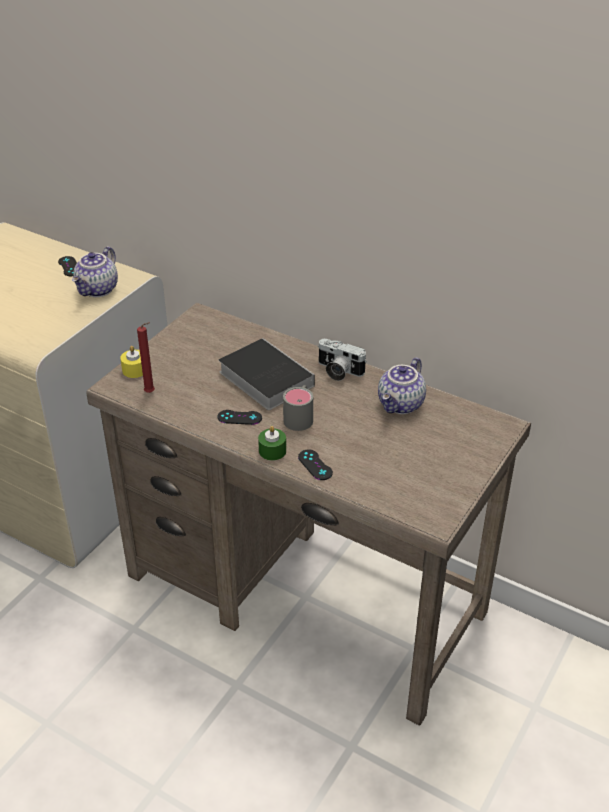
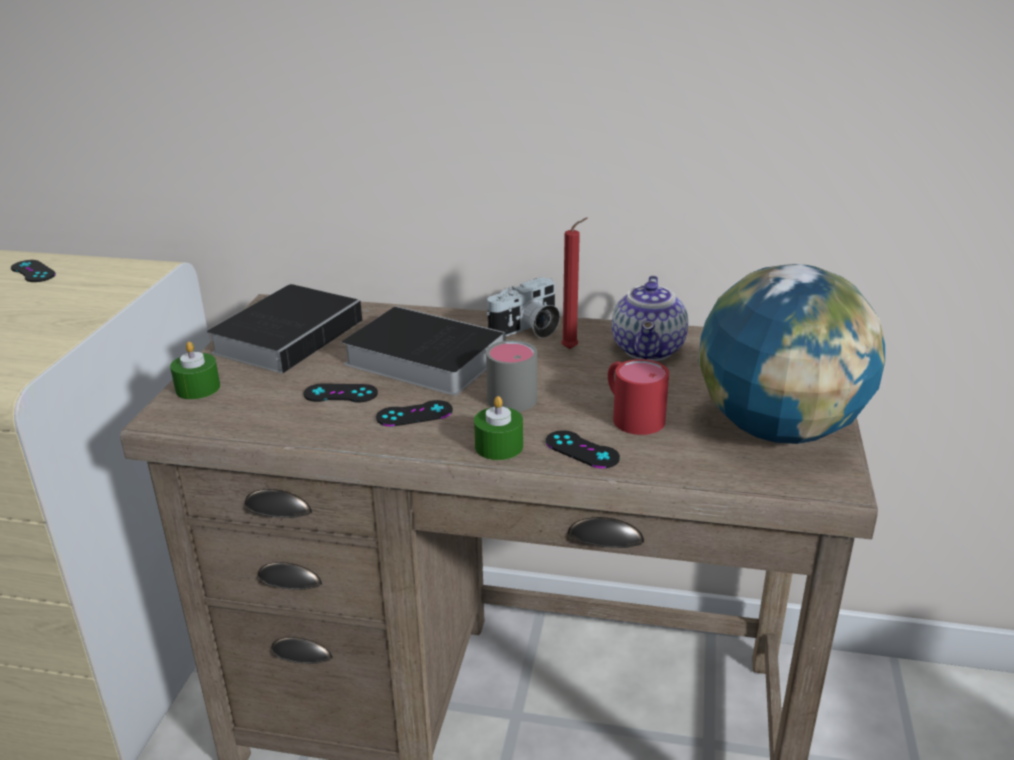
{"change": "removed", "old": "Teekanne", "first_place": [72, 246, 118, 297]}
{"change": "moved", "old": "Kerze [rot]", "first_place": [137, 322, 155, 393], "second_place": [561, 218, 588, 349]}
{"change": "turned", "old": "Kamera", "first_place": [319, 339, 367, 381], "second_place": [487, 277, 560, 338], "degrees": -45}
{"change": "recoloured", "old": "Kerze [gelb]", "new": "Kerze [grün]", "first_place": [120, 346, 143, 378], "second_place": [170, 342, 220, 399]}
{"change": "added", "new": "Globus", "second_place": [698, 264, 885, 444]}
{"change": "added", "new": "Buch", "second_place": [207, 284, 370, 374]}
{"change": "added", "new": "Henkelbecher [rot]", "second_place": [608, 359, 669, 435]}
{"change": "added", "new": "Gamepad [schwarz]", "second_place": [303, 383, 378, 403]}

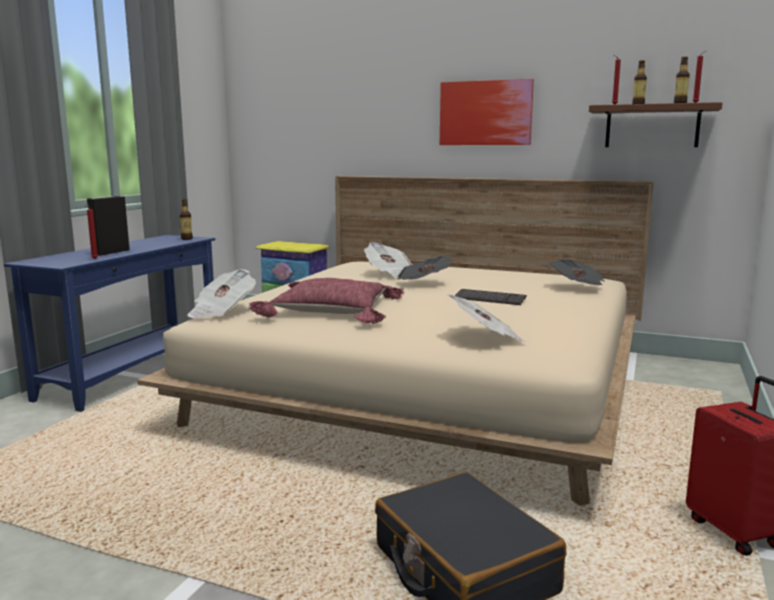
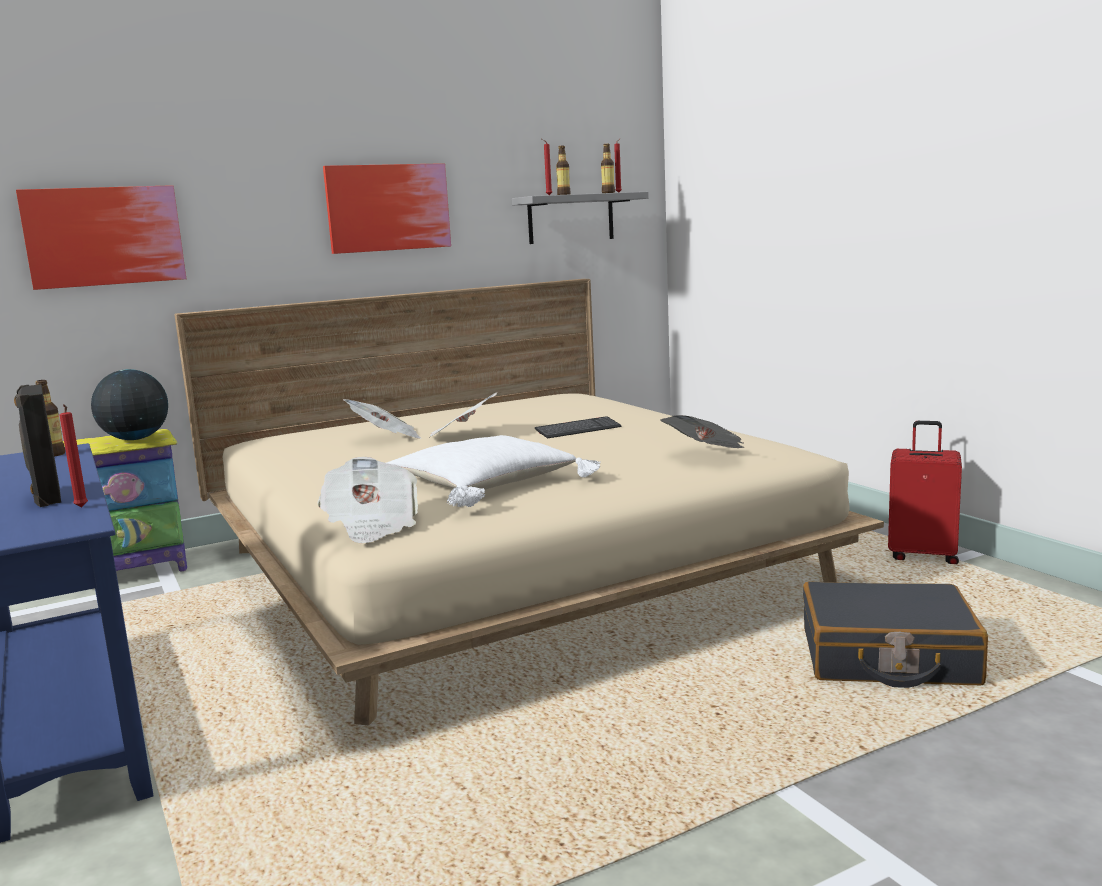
{"change": "recoloured", "old": "Wandregal [braun]", "new": "Wandregal [grau]", "first_place": [589, 102, 723, 147], "second_place": [512, 192, 649, 244]}
{"change": "removed", "old": "Zeitung", "first_place": [549, 259, 604, 285]}
{"change": "recoloured", "old": "Kissen [rot]", "new": "Kissen [weiß]", "first_place": [248, 278, 404, 323], "second_place": [386, 435, 600, 507]}
{"change": "added", "new": "Bild", "second_place": [16, 185, 186, 290]}
{"change": "added", "new": "Globus", "second_place": [91, 369, 168, 440]}

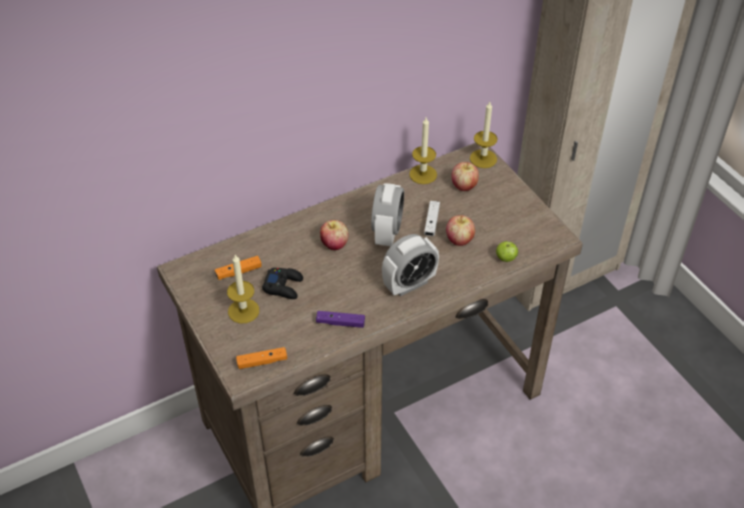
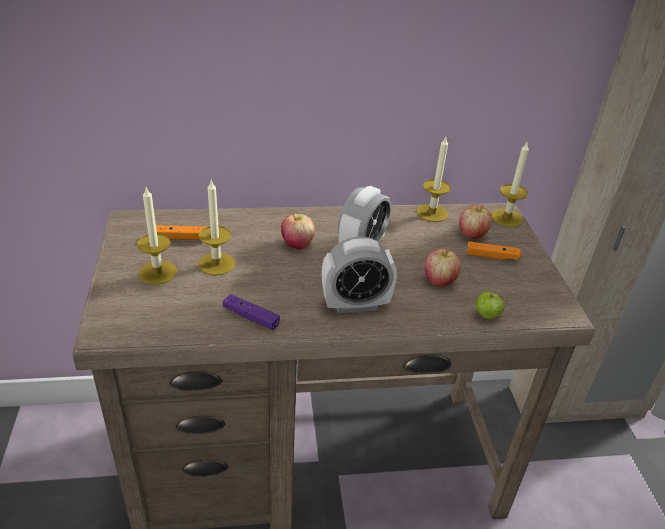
{"change": "removed", "old": "Gamepad [weiß]", "first_place": [424, 201, 440, 236]}
{"change": "replaced", "old": "Gamepad [schwarz]", "new": "Kerze", "first_place": [262, 268, 303, 299], "second_place": [199, 180, 235, 275]}
{"change": "moved", "old": "Gamepad [orange]", "first_place": [236, 347, 287, 369], "second_place": [467, 242, 521, 260]}

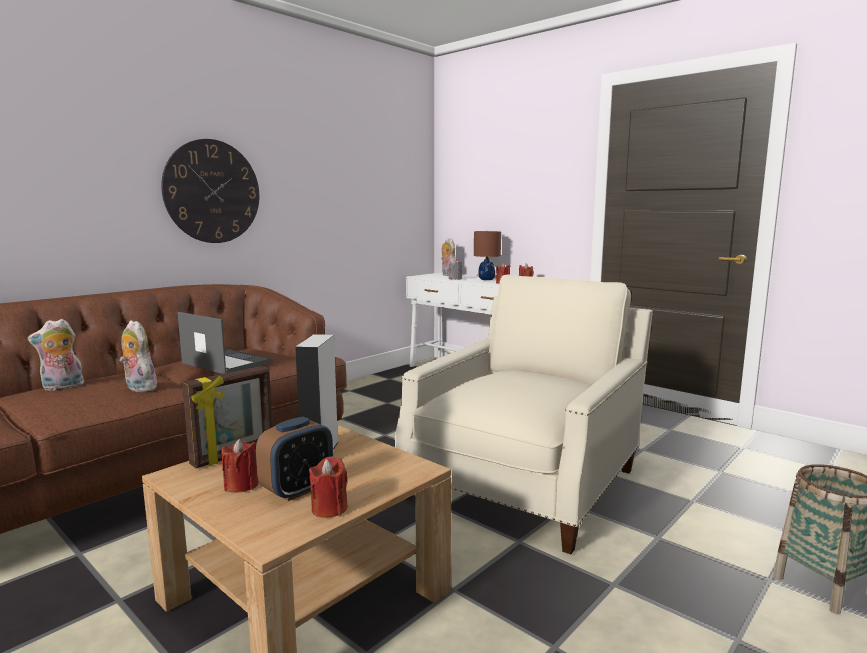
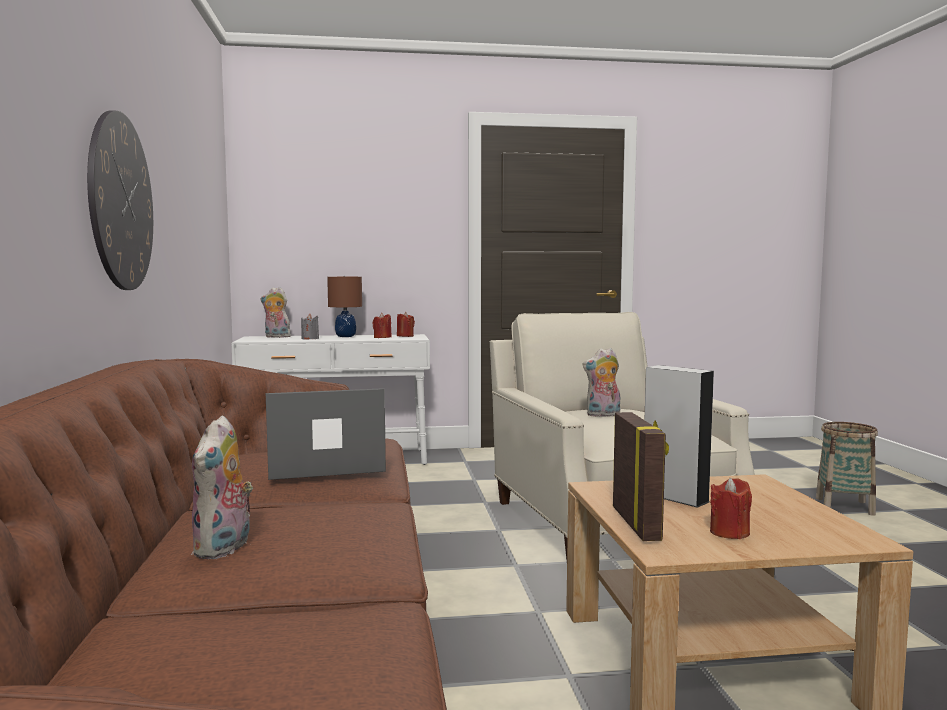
{"change": "moved", "old": "Plüschtier", "first_place": [119, 320, 157, 392], "second_place": [582, 348, 620, 417]}
{"change": "removed", "old": "Wecker", "first_place": [256, 417, 333, 501]}
{"change": "removed", "old": "Kerze [rot]", "first_place": [309, 456, 348, 518]}

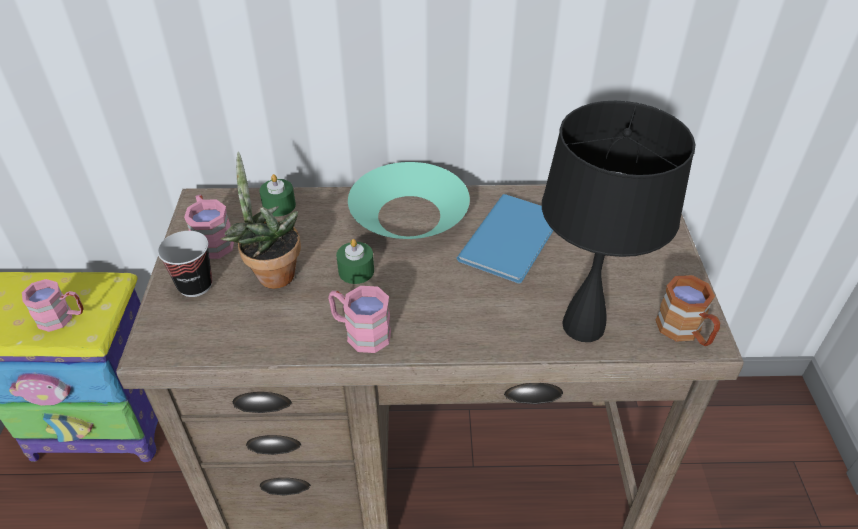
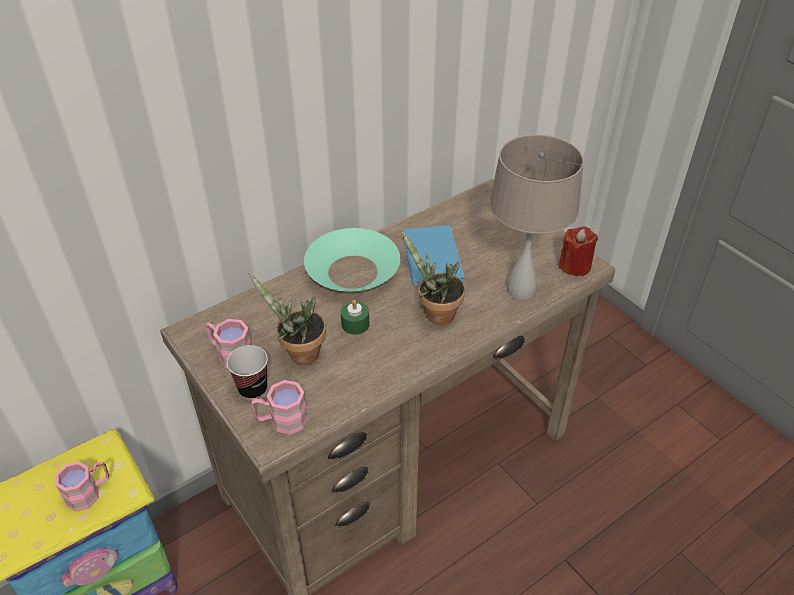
{"change": "recoloured", "old": "Tischlampe [schwarz]", "new": "Tischlampe [beige]", "first_place": [542, 101, 695, 342], "second_place": [489, 134, 584, 300]}
{"change": "removed", "old": "Kerze [grün]", "first_place": [259, 174, 296, 217]}
{"change": "replaced", "old": "Henkelbecher [braun]", "new": "Kerze [rot]", "first_place": [655, 275, 720, 346], "second_place": [559, 226, 598, 276]}
{"change": "moved", "old": "Henkelbecher [rosa]", "first_place": [328, 286, 391, 353], "second_place": [251, 380, 308, 435]}
{"change": "added", "new": "Topfpflanze", "second_place": [401, 229, 465, 325]}

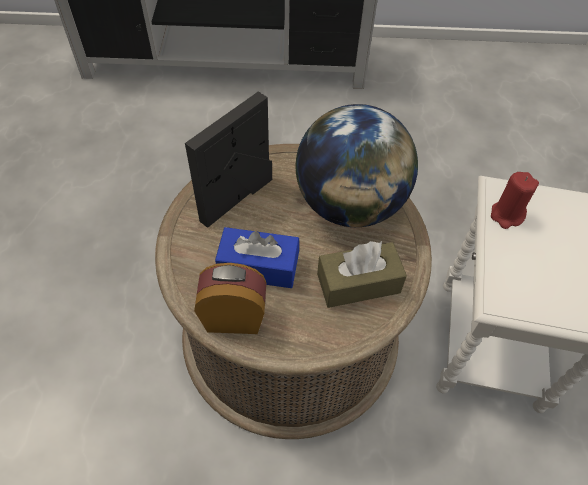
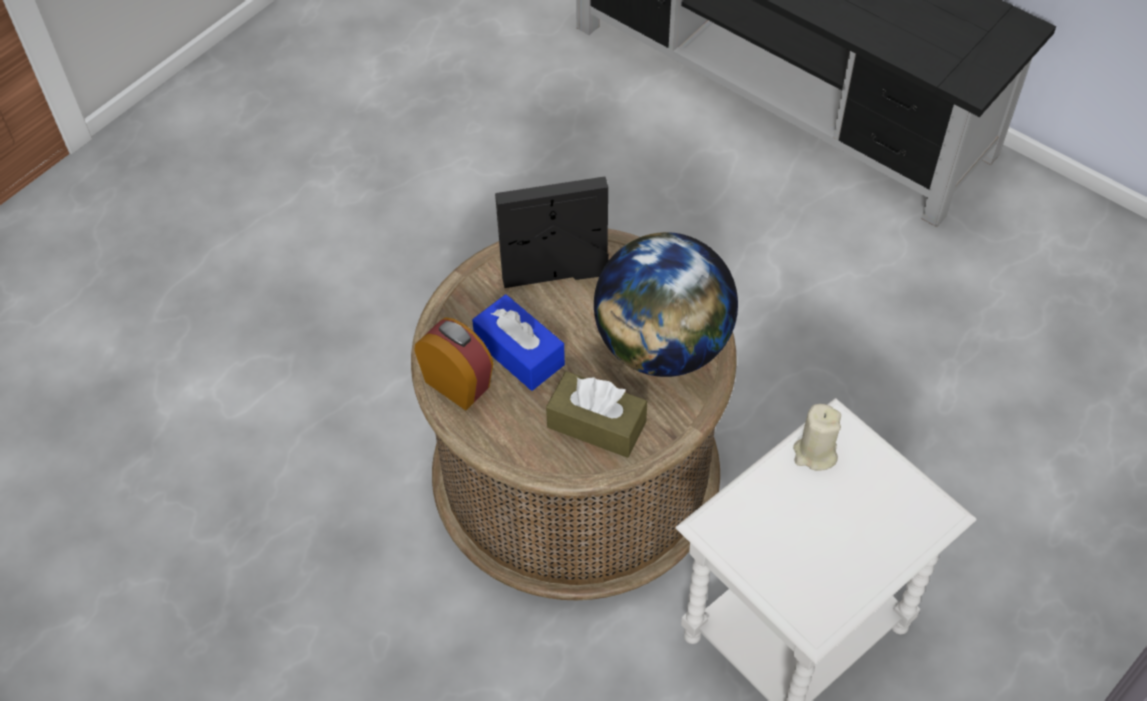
{"change": "recoloured", "old": "Kerze [rot]", "new": "Kerze [beige]", "first_place": [491, 172, 539, 229], "second_place": [793, 404, 841, 471]}

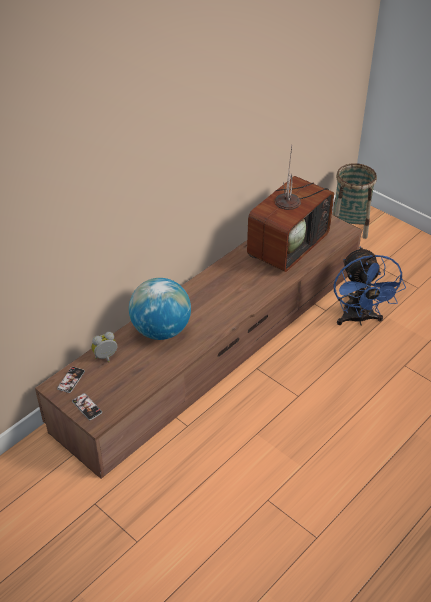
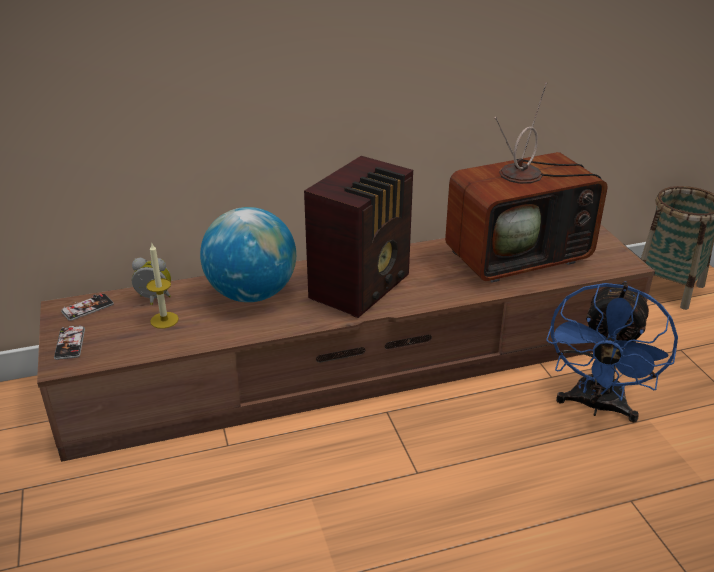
{"change": "added", "new": "Radio", "second_place": [304, 156, 413, 318]}
{"change": "added", "new": "Kerze", "second_place": [146, 244, 179, 329]}

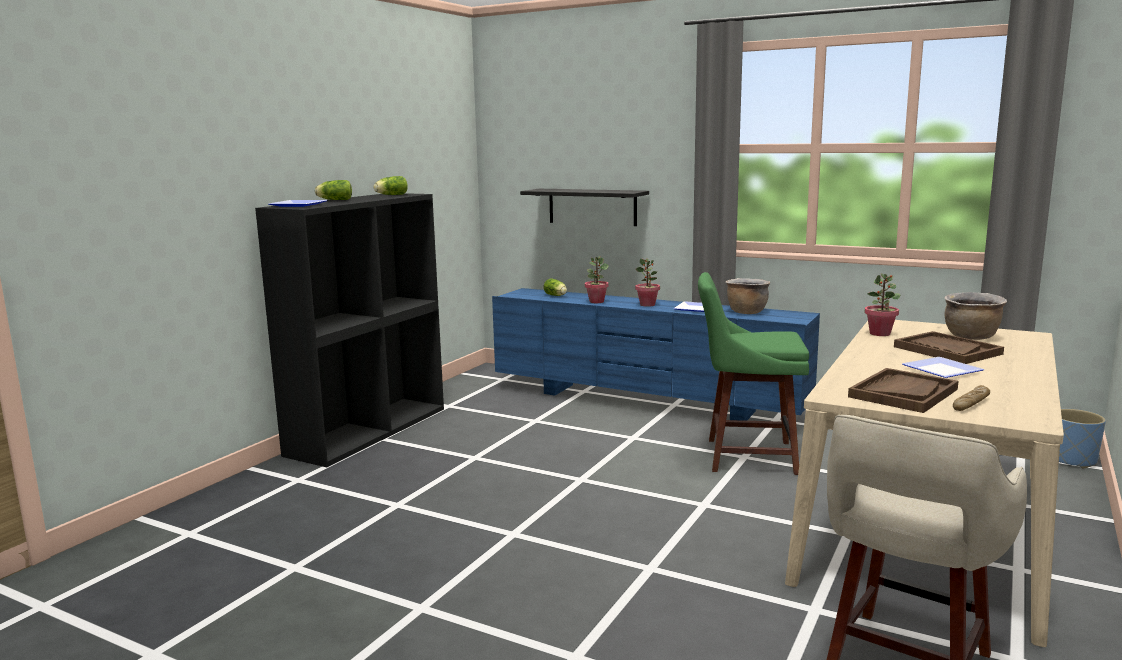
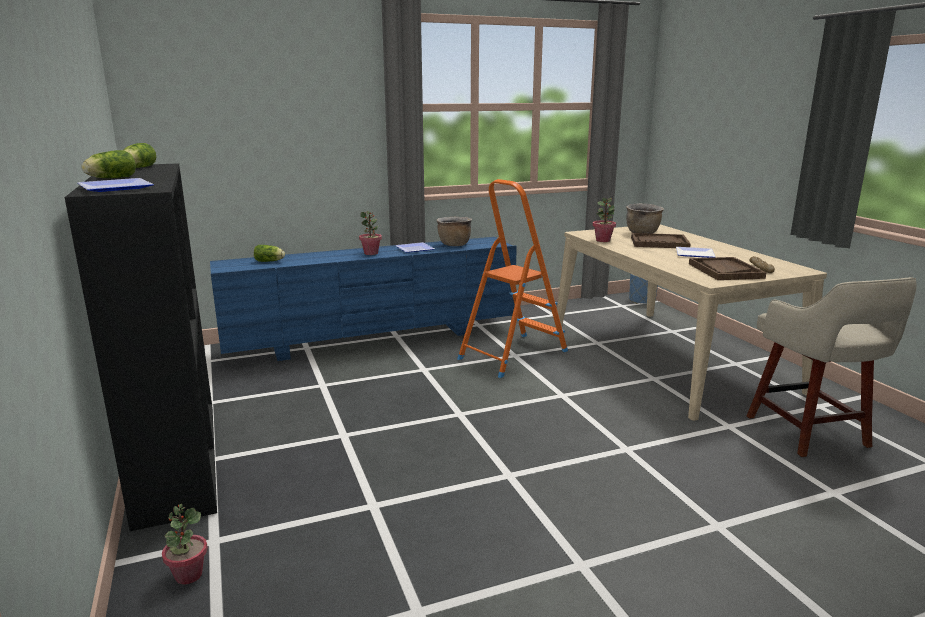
{"change": "removed", "old": "Wandregal [schwarz]", "first_place": [520, 189, 649, 226]}
{"change": "moved", "old": "Topfpflanze", "first_place": [585, 257, 609, 303], "second_place": [162, 504, 208, 585]}
{"change": "replaced", "old": "Hocker [grün]", "new": "Trittleiter [orange]", "first_place": [698, 272, 809, 475], "second_place": [457, 179, 568, 378]}

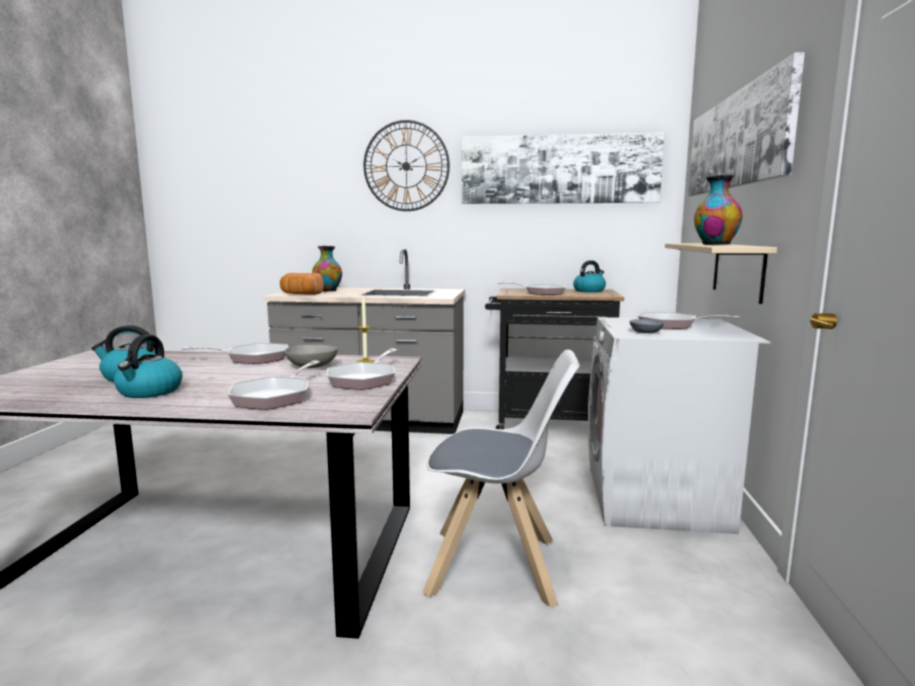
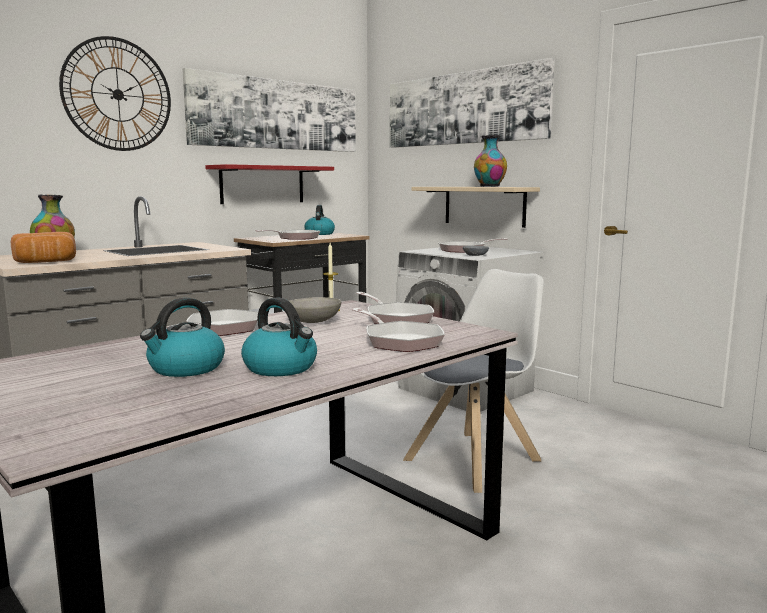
{"change": "added", "new": "Wandregal [rot]", "second_place": [205, 164, 334, 204]}

